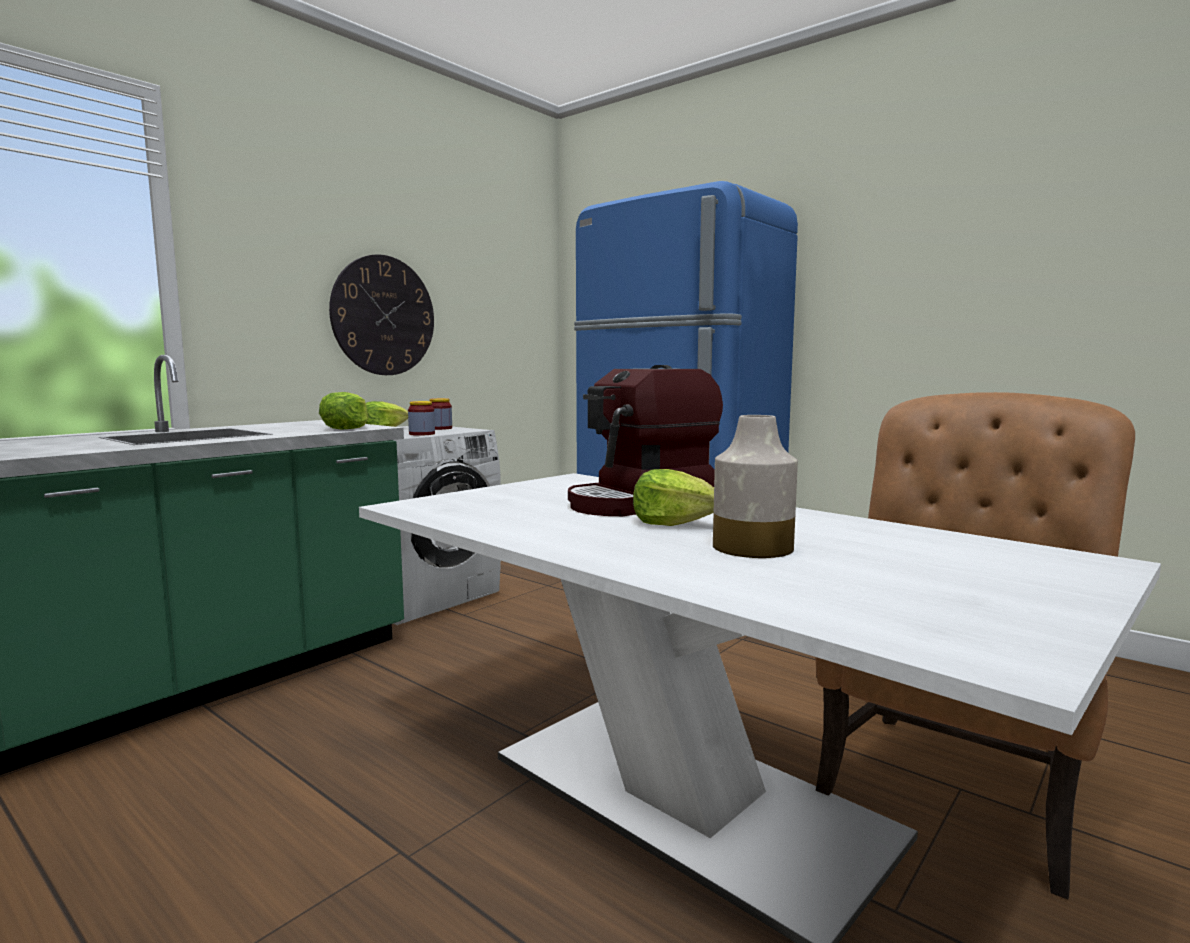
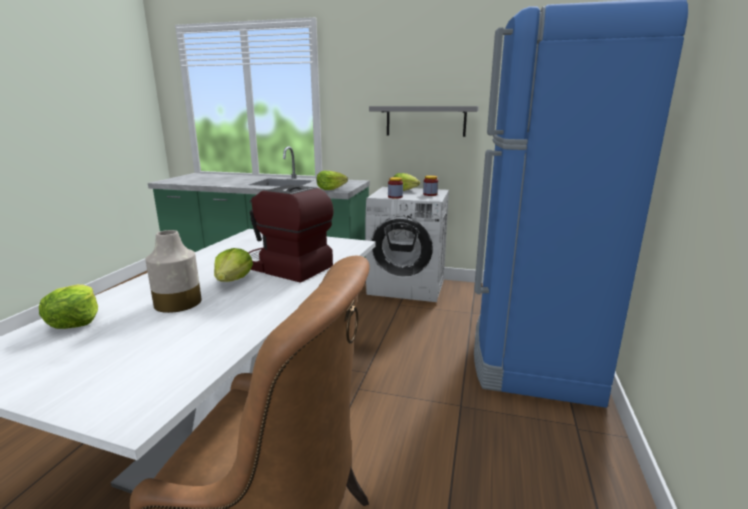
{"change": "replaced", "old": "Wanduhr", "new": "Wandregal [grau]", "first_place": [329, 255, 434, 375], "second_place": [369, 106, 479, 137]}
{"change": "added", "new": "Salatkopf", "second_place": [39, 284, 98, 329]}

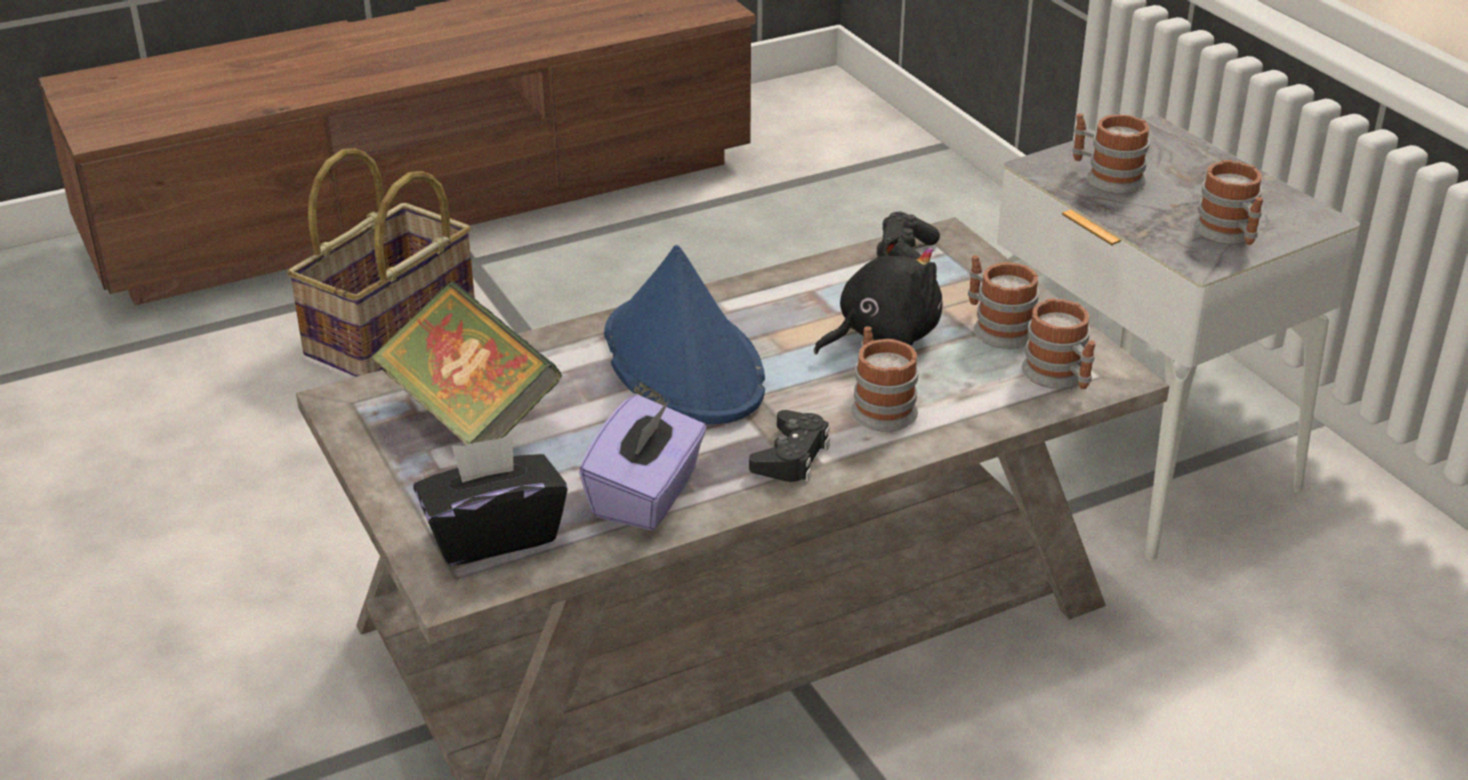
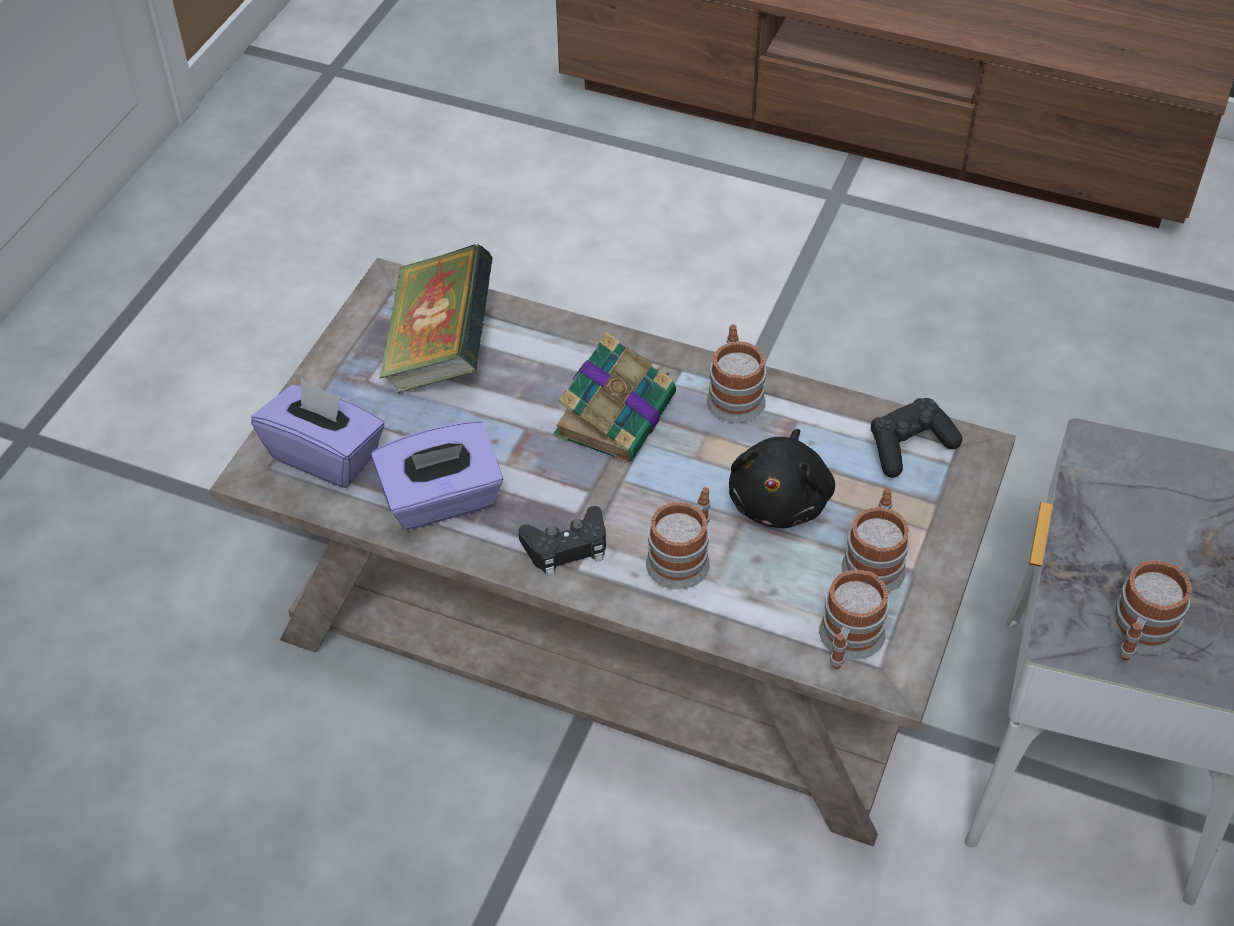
{"change": "moved", "old": "Henkelbecher", "first_place": [1072, 113, 1150, 194], "second_place": [707, 324, 766, 423]}
{"change": "removed", "old": "Korb", "first_place": [287, 148, 475, 377]}
{"change": "turned", "old": "Plüschtier [schwarz]", "first_place": [814, 236, 943, 354], "second_place": [729, 429, 835, 528], "degrees": 90}
{"change": "replaced", "old": "Hut [blau]", "new": "Buch", "first_place": [604, 245, 765, 424], "second_place": [553, 332, 676, 463]}
{"change": "recoloured", "old": "Taschentuchbox [schwarz]", "new": "Taschentuchbox [lila]", "first_place": [413, 435, 568, 566], "second_place": [251, 378, 385, 488]}

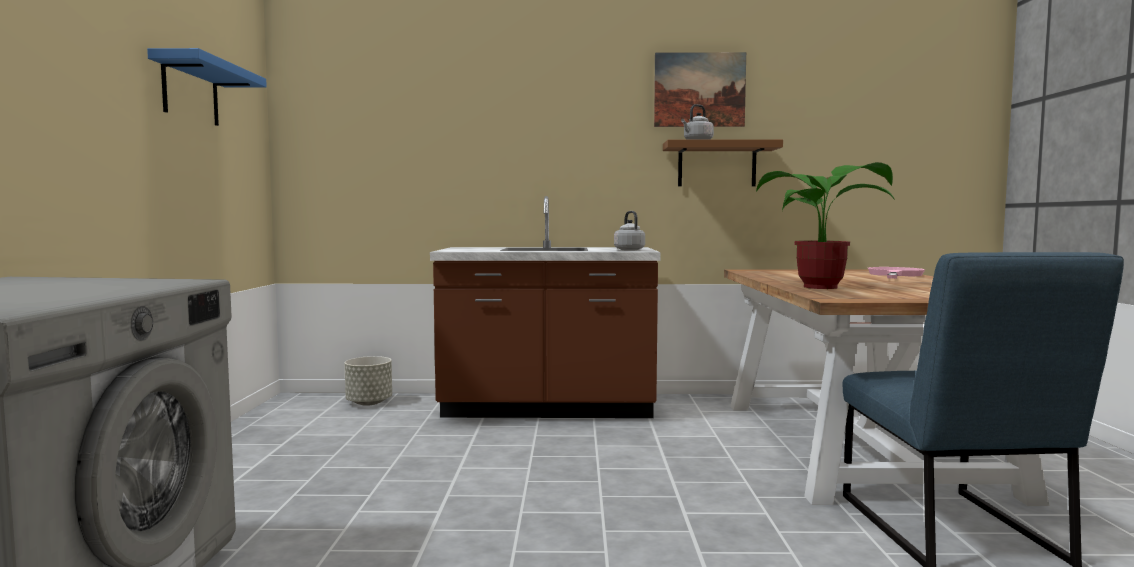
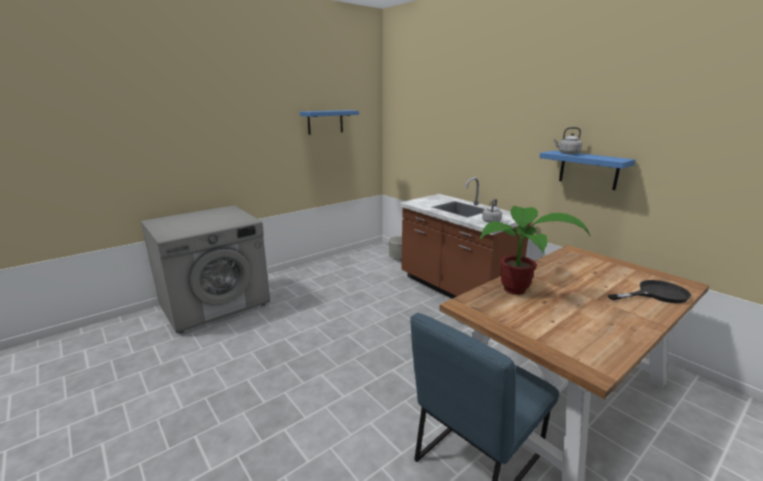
{"change": "removed", "old": "Bild", "first_place": [654, 52, 746, 127]}
{"change": "recoloured", "old": "Wandregal [braun]", "new": "Wandregal [blau]", "first_place": [663, 139, 783, 186], "second_place": [539, 151, 635, 190]}
{"change": "recoloured", "old": "Pfanne [rosa]", "new": "Pfanne [schwarz]", "first_place": [868, 267, 925, 279], "second_place": [608, 280, 691, 303]}

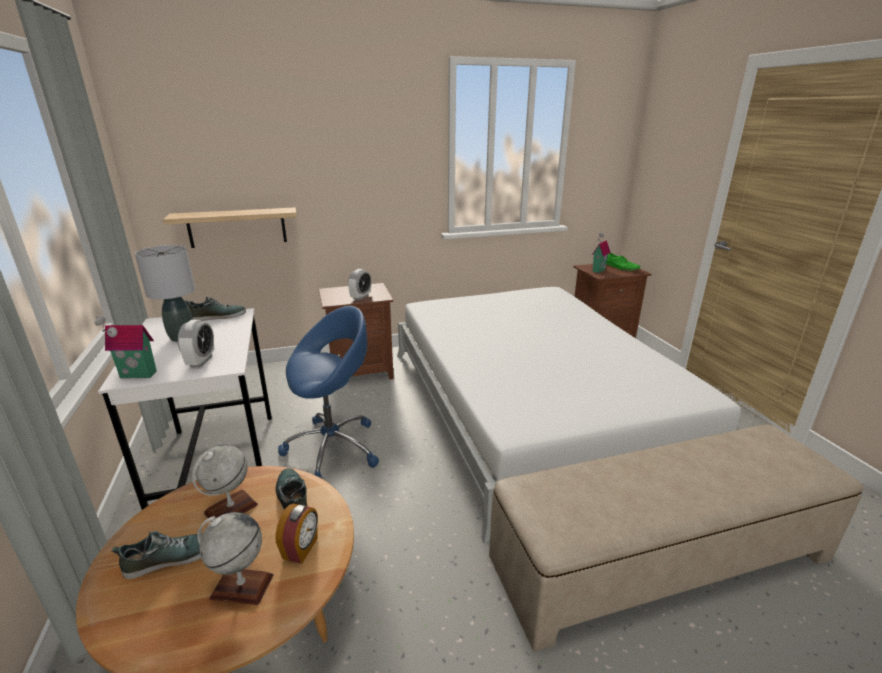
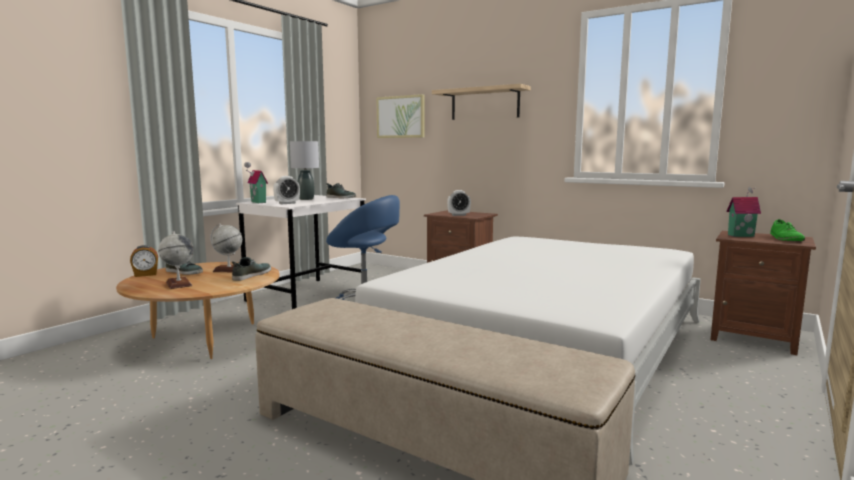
{"change": "moved", "old": "Wandregal", "first_place": [163, 207, 297, 248], "second_place": [432, 84, 531, 120]}
{"change": "moved", "old": "Wecker", "first_place": [275, 504, 318, 564], "second_place": [130, 245, 158, 277]}
{"change": "added", "new": "Bild", "second_place": [377, 94, 424, 138]}

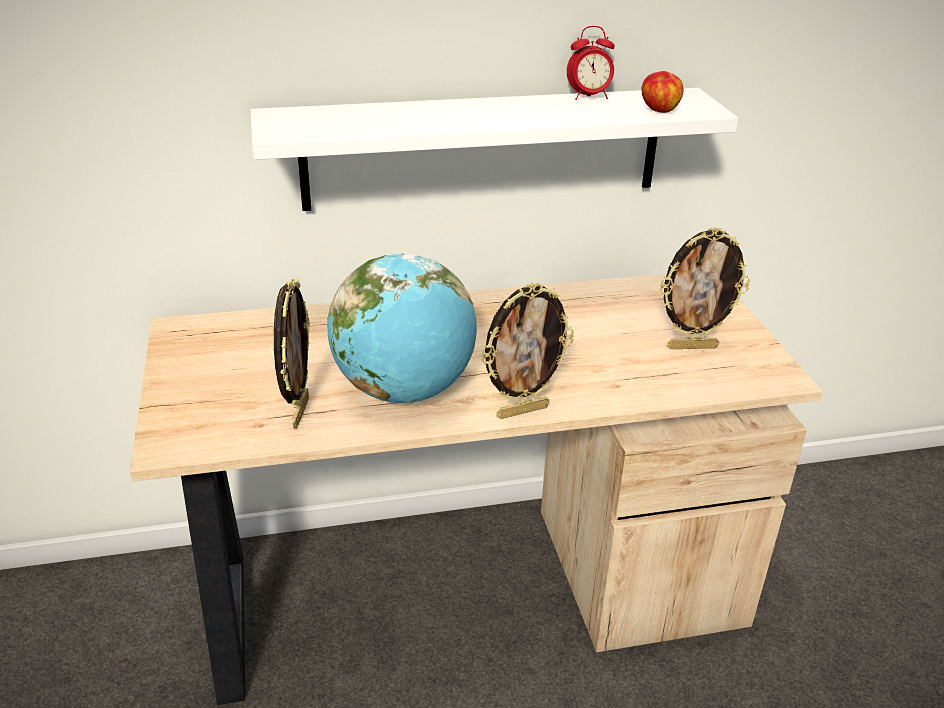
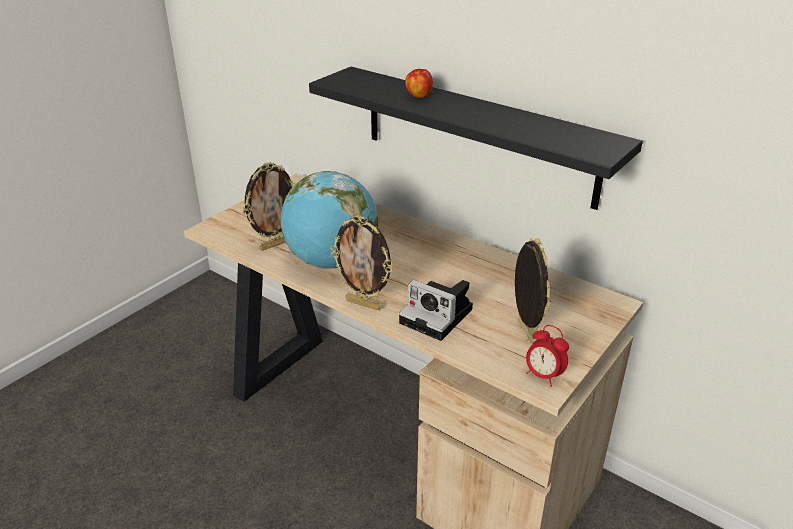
{"change": "moved", "old": "Wecker", "first_place": [567, 26, 614, 100], "second_place": [526, 325, 569, 387]}
{"change": "moved", "old": "Apfel", "first_place": [642, 71, 683, 113], "second_place": [405, 69, 433, 98]}
{"change": "recoloured", "old": "Wandregal [weiß]", "new": "Wandregal [schwarz]", "first_place": [251, 88, 739, 211], "second_place": [309, 67, 643, 210]}
{"change": "turned", "old": "Bilderrahmen", "first_place": [660, 227, 750, 349], "second_place": [515, 238, 551, 344], "degrees": -150}
{"change": "added", "new": "Kamera", "second_place": [399, 280, 473, 341]}

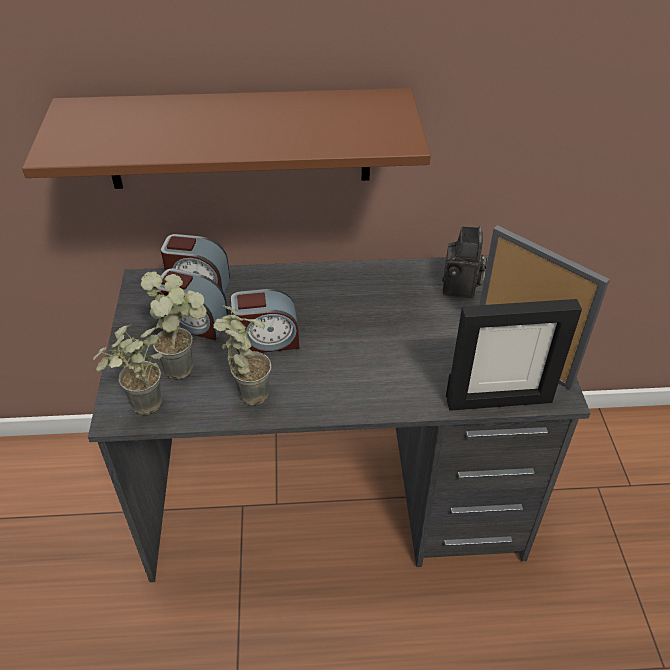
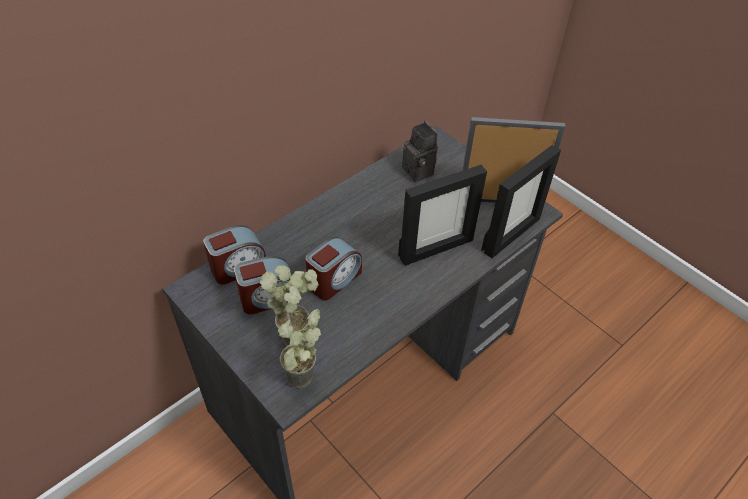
{"change": "removed", "old": "Wandregal [braun]", "first_place": [22, 88, 431, 189]}
{"change": "removed", "old": "Topfpflanze", "first_place": [213, 305, 272, 405]}
{"change": "added", "new": "Bilderrahmen", "second_place": [398, 165, 487, 266]}

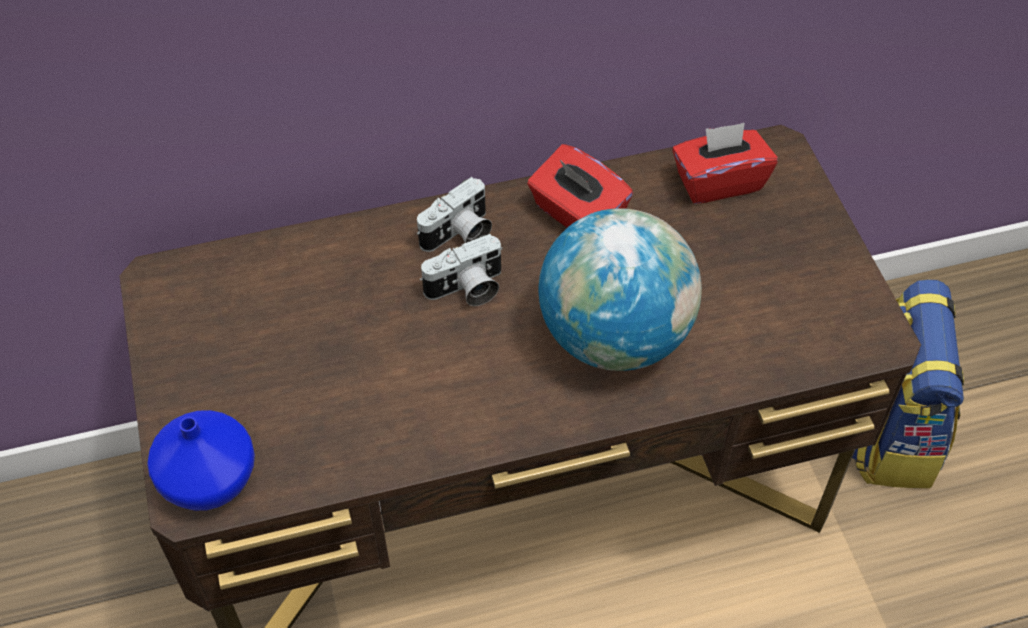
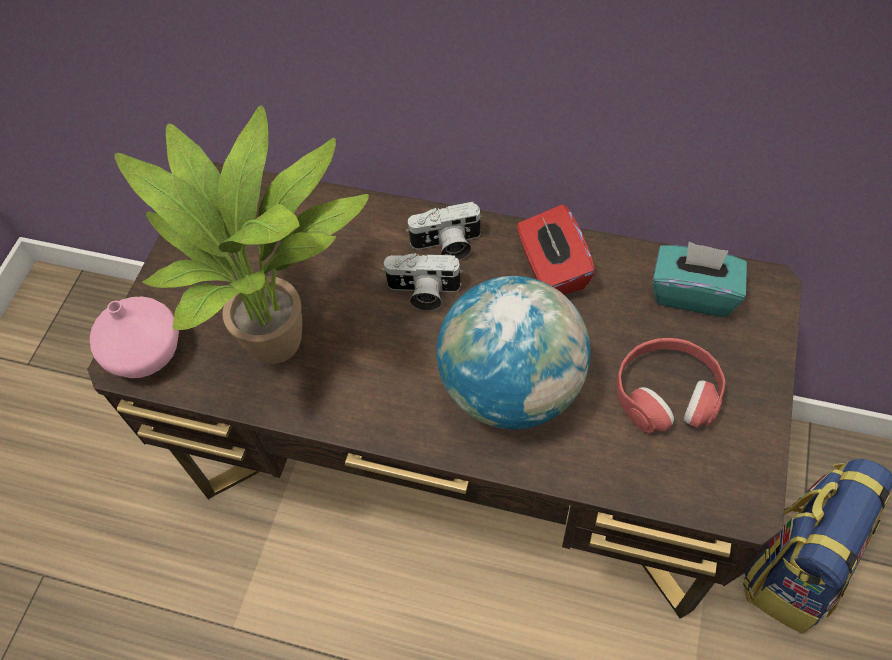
{"change": "recoloured", "old": "Taschentuchbox [rot]", "new": "Taschentuchbox [türkis]", "first_place": [672, 123, 778, 204], "second_place": [652, 242, 747, 317]}
{"change": "recoloured", "old": "Vase [blau]", "new": "Vase [rosa]", "first_place": [147, 410, 255, 511], "second_place": [90, 297, 179, 378]}
{"change": "added", "new": "Topfpflanze", "second_place": [115, 106, 369, 364]}
{"change": "added", "new": "Kopfhörer [rot]", "second_place": [616, 338, 725, 433]}

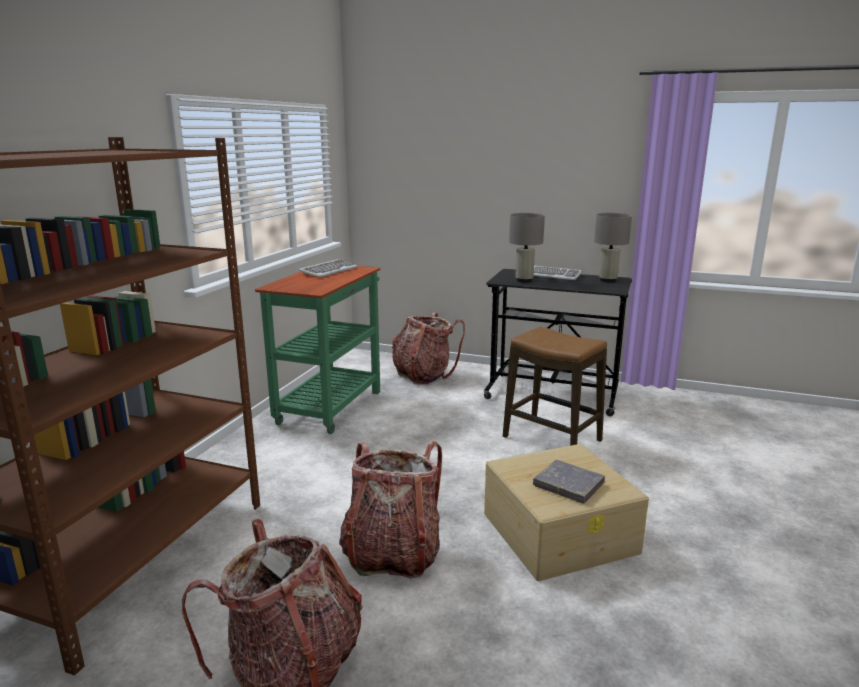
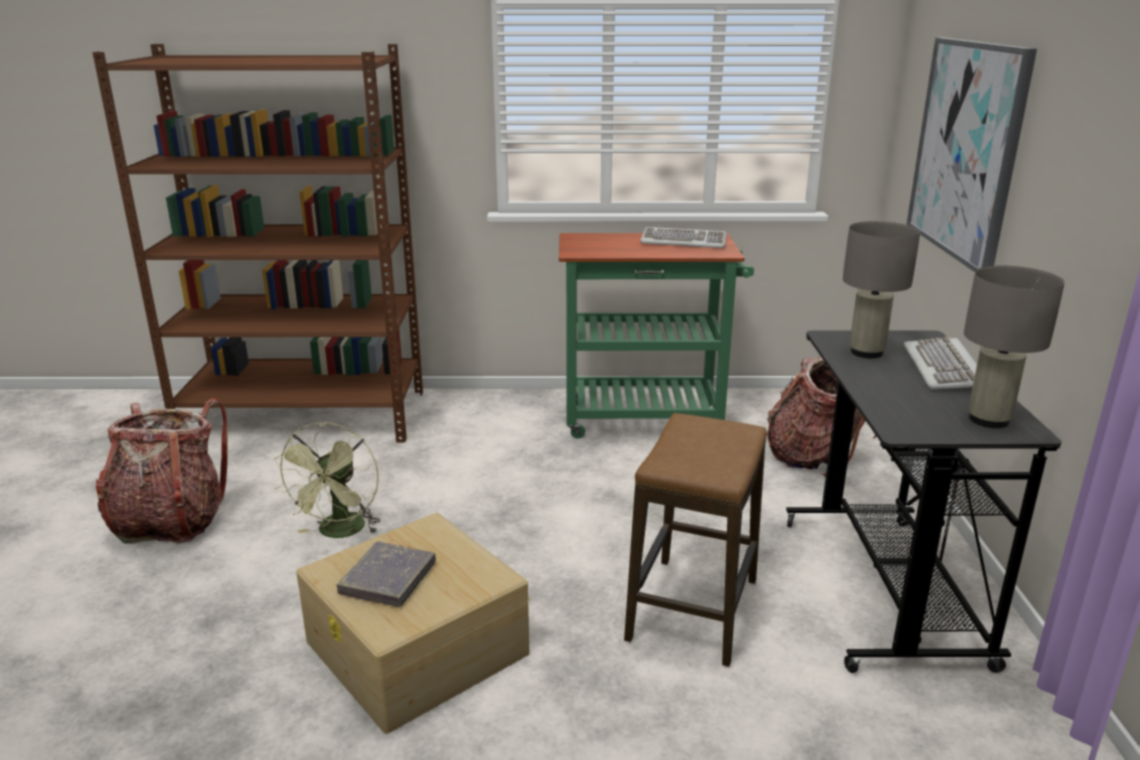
{"change": "replaced", "old": "Rucksack", "new": "Ventilator [grün]", "first_place": [339, 441, 442, 579], "second_place": [274, 422, 381, 538]}
{"change": "added", "new": "Bild", "second_place": [907, 38, 1037, 272]}

